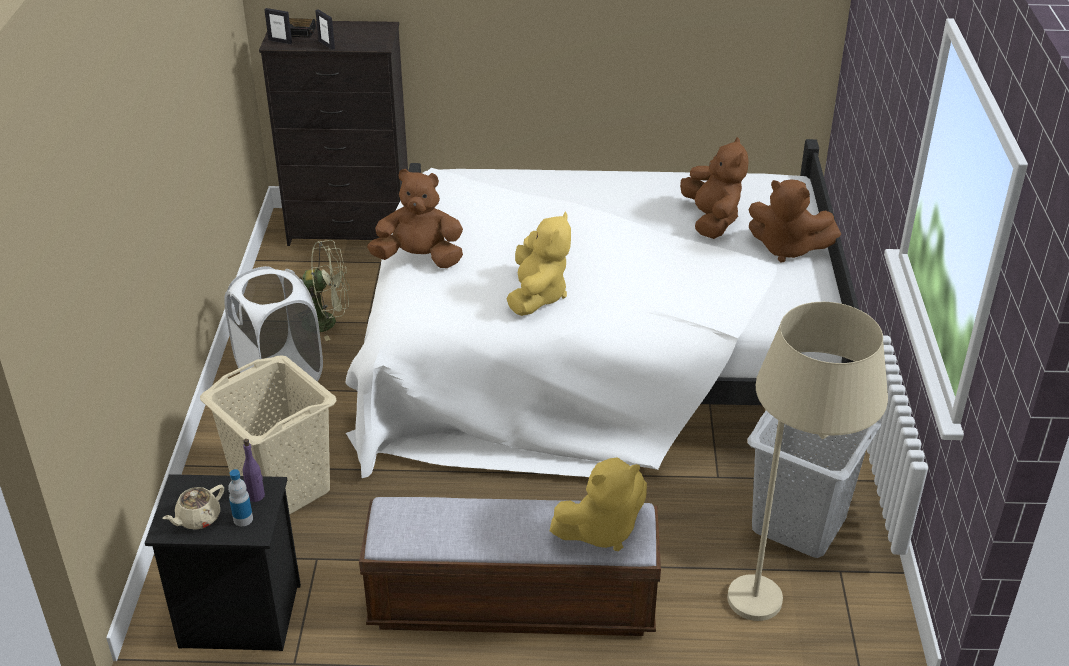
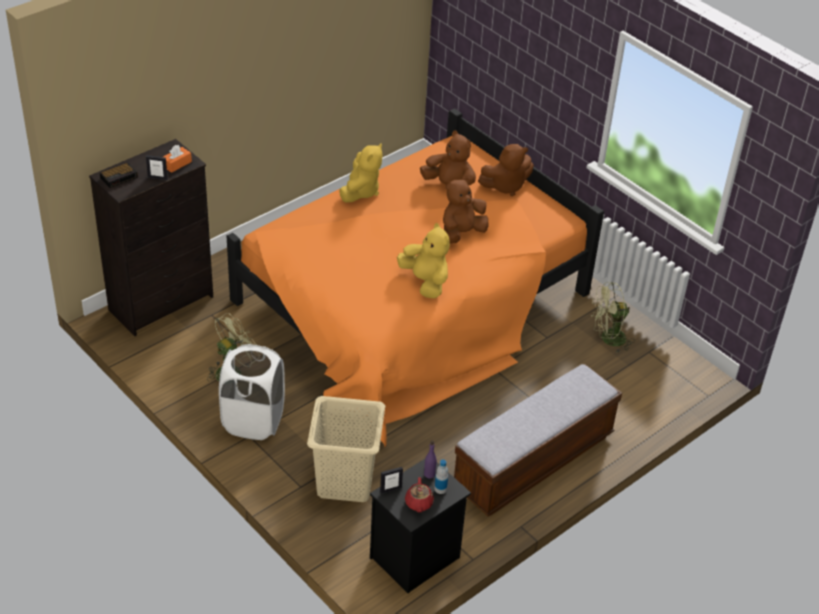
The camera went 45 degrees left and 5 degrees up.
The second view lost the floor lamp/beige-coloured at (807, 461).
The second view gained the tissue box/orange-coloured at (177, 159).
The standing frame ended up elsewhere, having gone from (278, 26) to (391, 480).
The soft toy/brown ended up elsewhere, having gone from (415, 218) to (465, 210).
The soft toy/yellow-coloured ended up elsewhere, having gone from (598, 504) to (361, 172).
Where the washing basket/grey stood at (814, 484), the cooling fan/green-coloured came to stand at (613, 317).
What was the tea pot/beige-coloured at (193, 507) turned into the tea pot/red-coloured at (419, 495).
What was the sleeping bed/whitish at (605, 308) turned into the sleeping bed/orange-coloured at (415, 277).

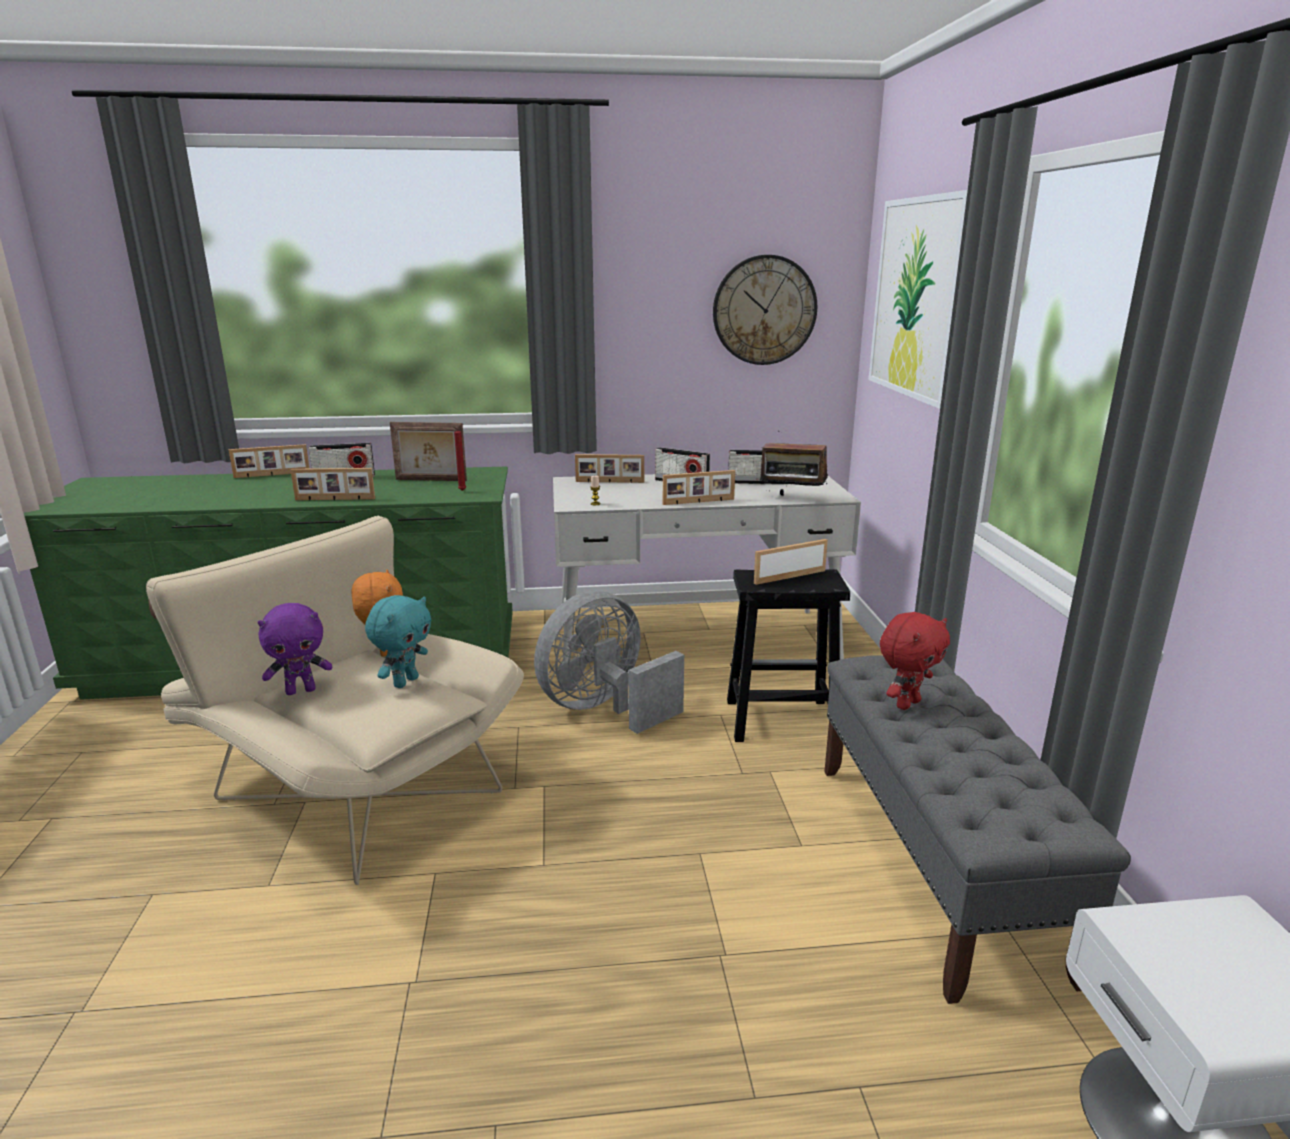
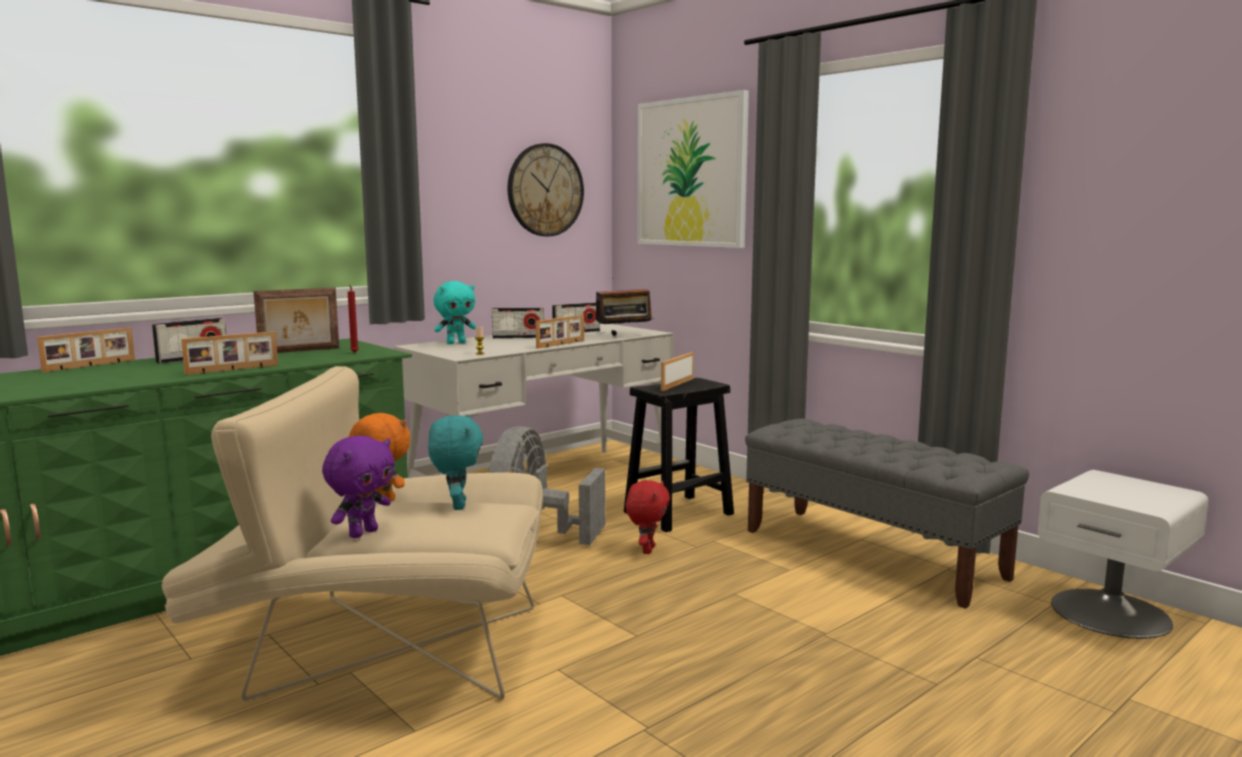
The camera went 35 degrees left and 10 degrees down.
The soft toy/red-coloured ended up elsewhere, having gone from (915, 661) to (648, 517).
Where the standing frame stood at (609, 468), the soft toy/turquoise-coloured came to stand at (455, 312).

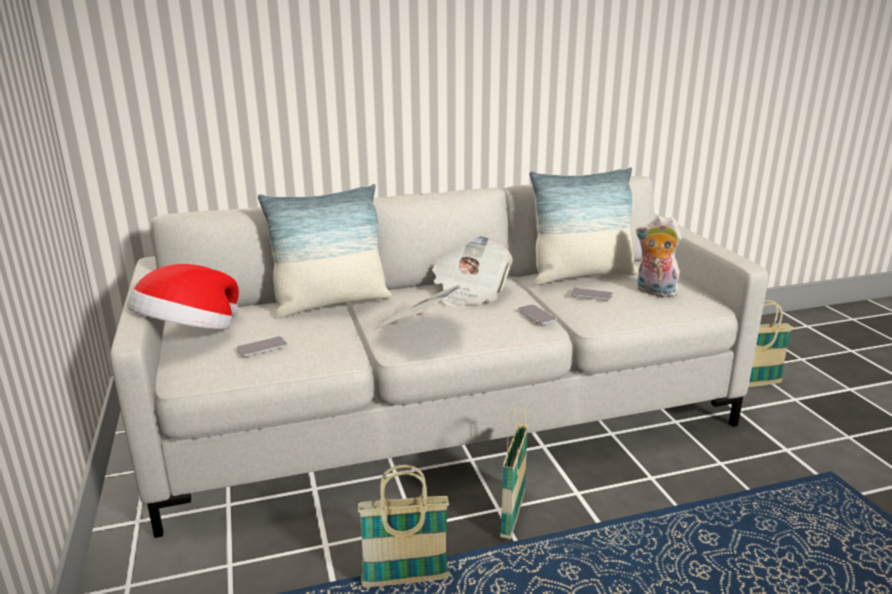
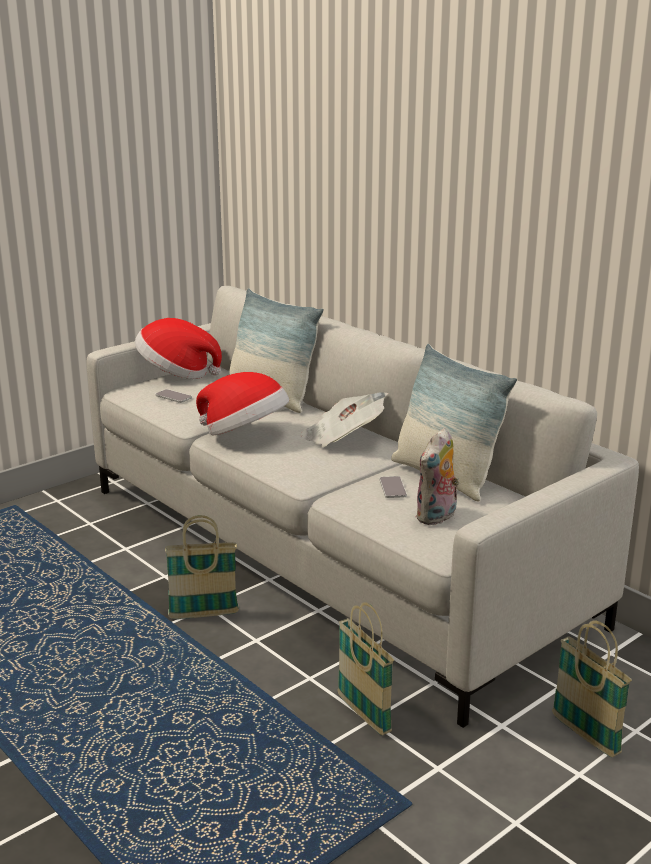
The camera went 65 degrees right and 0 degrees up.
The second view lost the phone at (537, 314).
The storage basket ended up elsewhere, having gone from (403, 526) to (366, 668).
Where the newspaper stood at (415, 308), the hat came to stand at (242, 403).
The soft toy at (659, 256) ended up facing another way, 150 degrees counterclockwise from before.

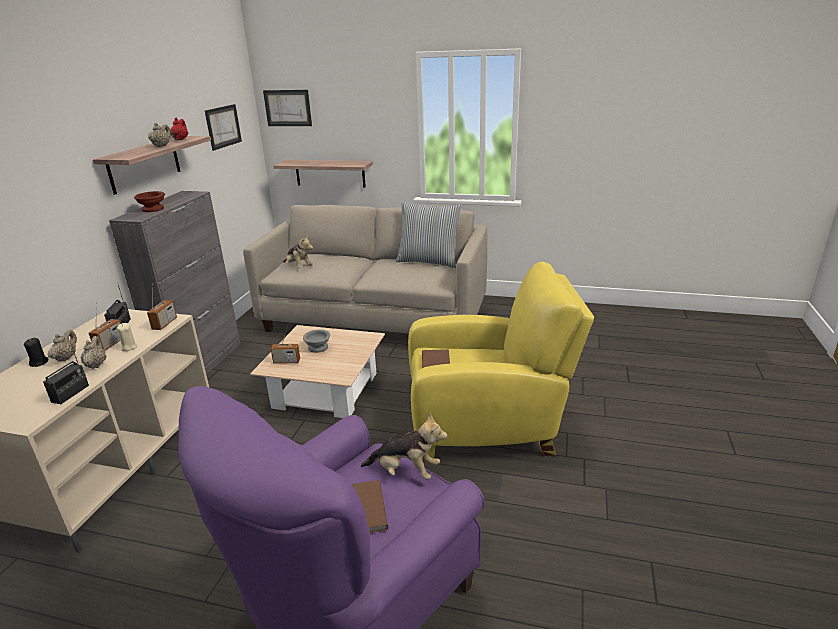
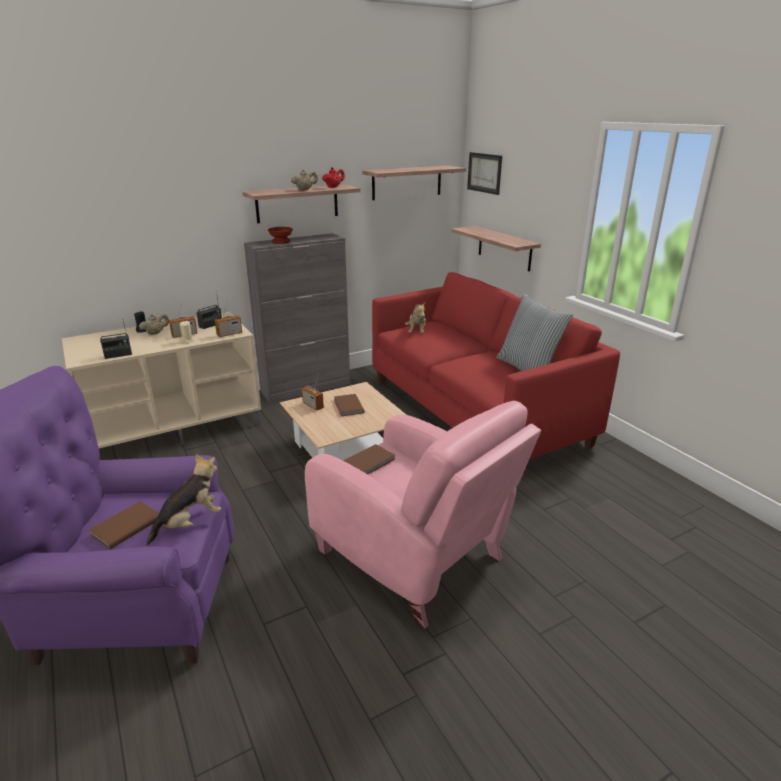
The camera went 45 degrees right and 0 degrees up.
The second view lost the tea pot/beige-coloured at (93, 352).
Where the picture hung at (223, 127), the bracket shelf came to hang at (414, 183).
Where the deep dish/grey stood at (316, 341), the bound book/brown came to stand at (349, 405).
What was the sofa/beige-coloured at (365, 269) turned into the sofa/red-coloured at (496, 365).
What was the armchair/yellow-coloured at (501, 362) turned into the armchair/pink at (423, 514).
The soft toy at (404, 445) ended up facing another way, 105 degrees counterclockwise from before.

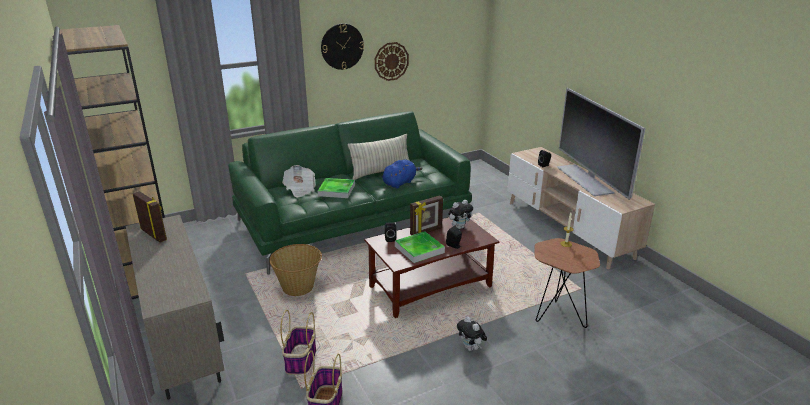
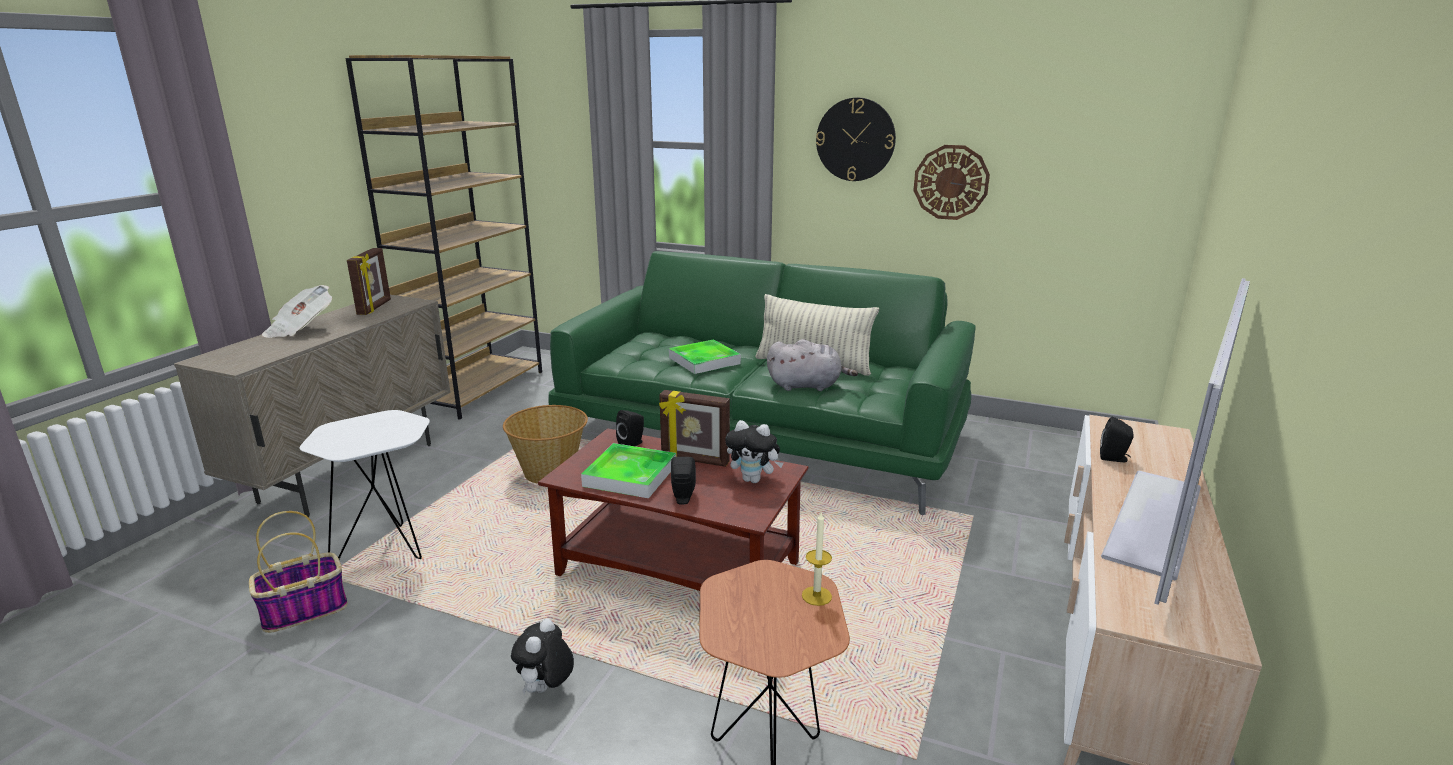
The camera went 50 degrees right and 5 degrees down.
The newspaper ended up elsewhere, having gone from (298, 181) to (297, 311).
Where the storage basket stood at (298, 342), the accent table/whitish came to stand at (365, 484).
What was the soft toy/blue-coloured at (402, 174) turned into the soft toy/grey at (812, 365).

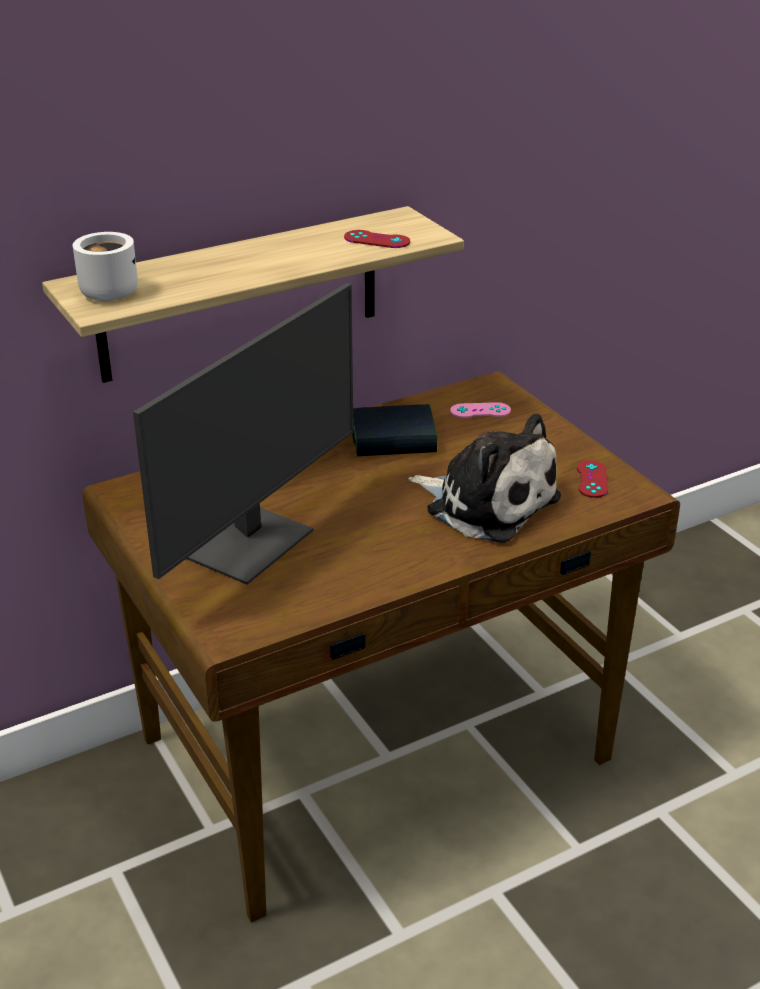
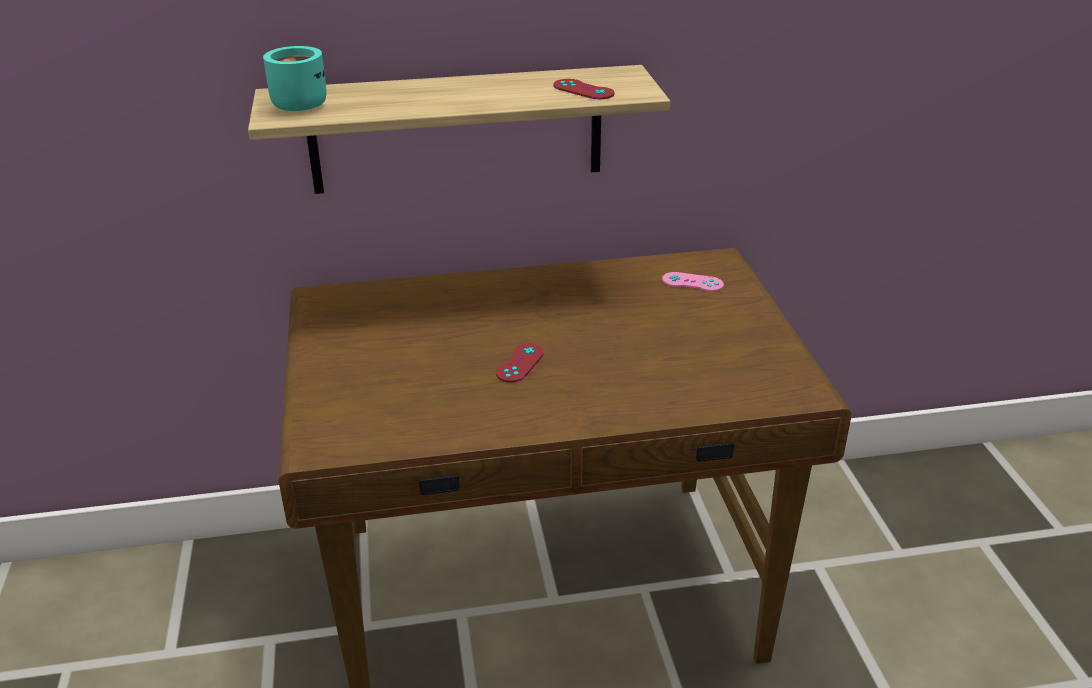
The camera went 20 degrees right and 0 degrees up.
The second view lost the monitor at (243, 434).
The second view lost the bound book at (394, 430).
The second view lost the soft toy at (484, 478).
The game controller/red-coloured ended up elsewhere, having gone from (592, 479) to (520, 362).
What was the coffee mug/whitish at (105, 266) turned into the coffee mug/turquoise-coloured at (295, 78).

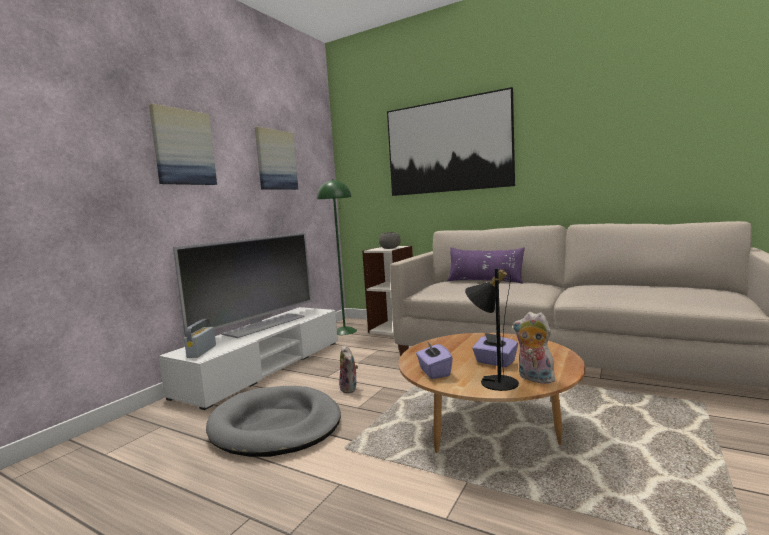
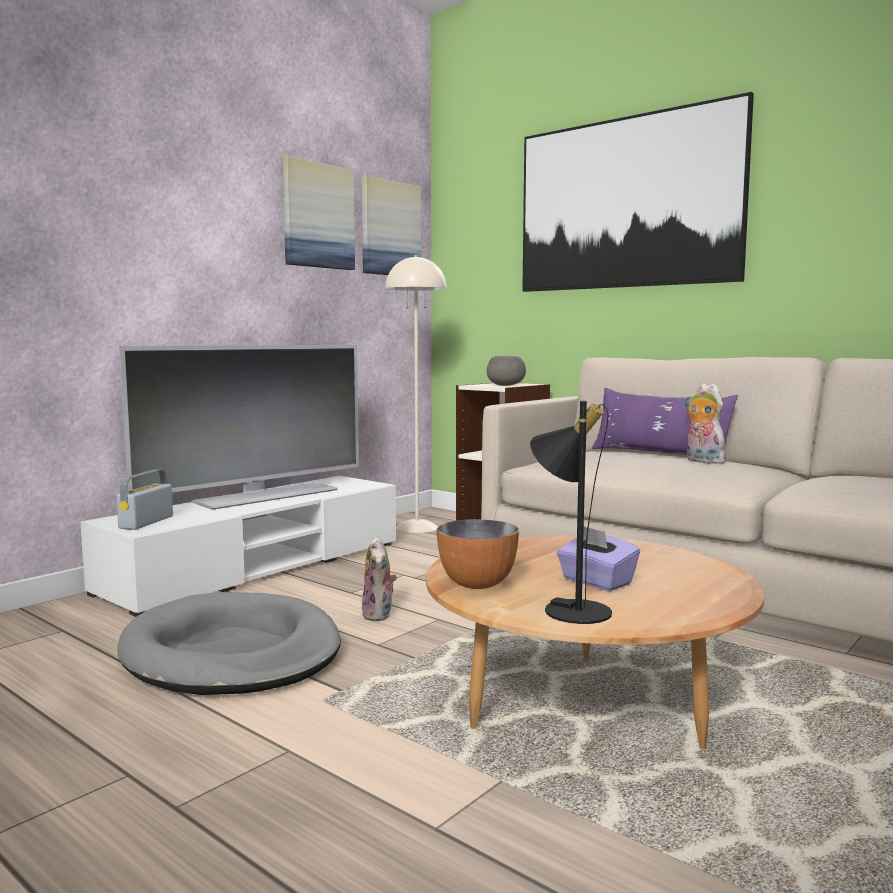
The camera went 10 degrees right and 0 degrees up.
The picture ended up elsewhere, having gone from (183, 144) to (391, 225).
The soft toy ended up elsewhere, having gone from (535, 348) to (706, 424).
Where the tissue box/purple stood at (434, 360), the deep dish came to stand at (478, 554).
What was the floor lamp/green-coloured at (337, 257) turned into the floor lamp/beige-coloured at (416, 394).

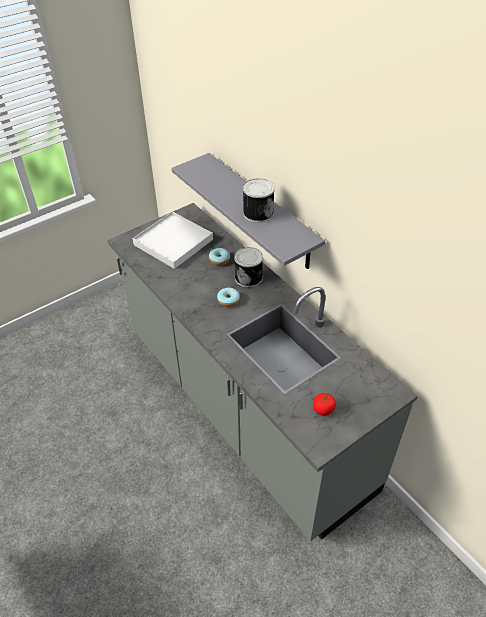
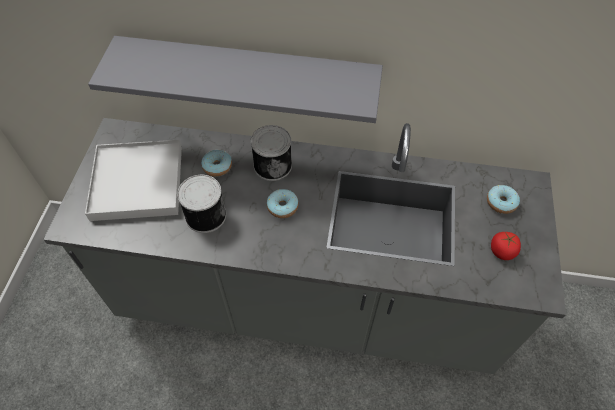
The camera went 45 degrees left and 10 degrees up.
The second view gained the ring doughnut at (503, 199).
The sealed can ended up elsewhere, having gone from (259, 200) to (201, 204).

